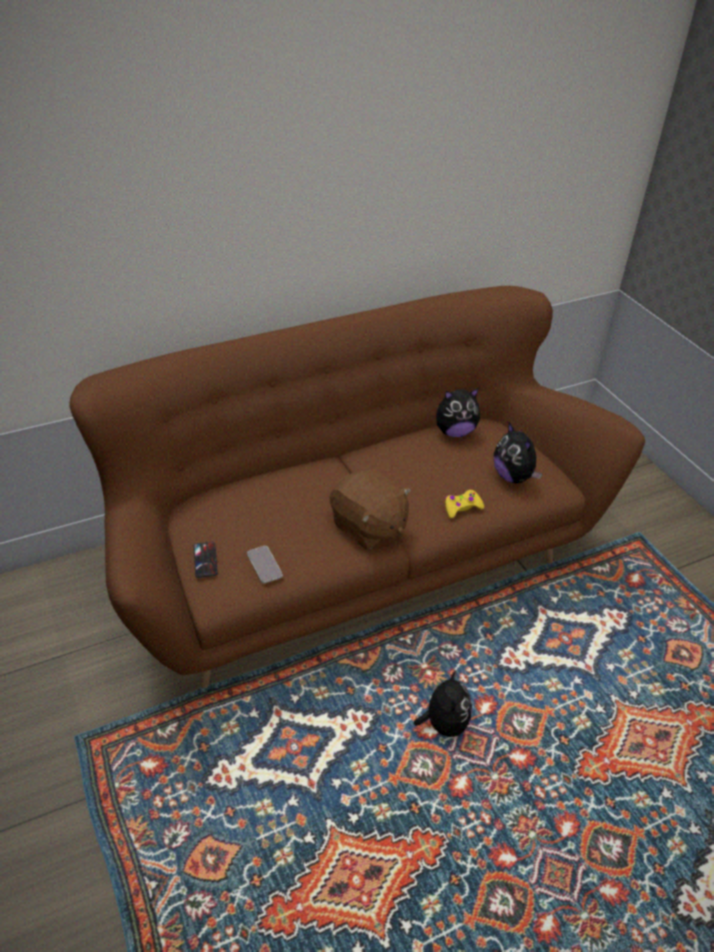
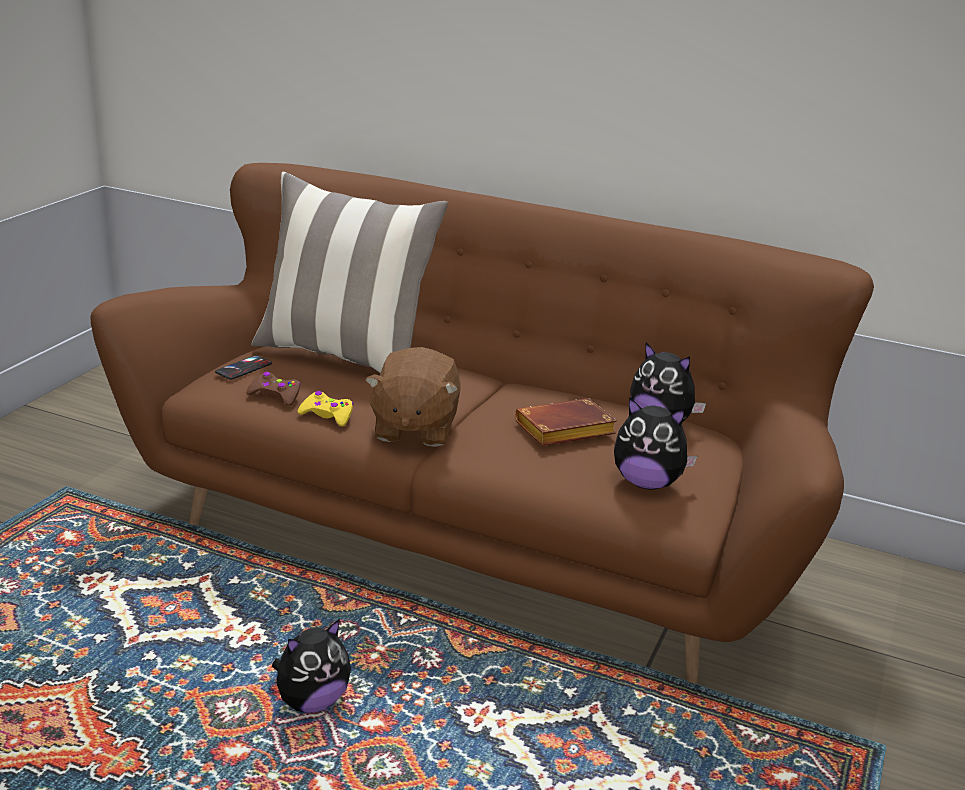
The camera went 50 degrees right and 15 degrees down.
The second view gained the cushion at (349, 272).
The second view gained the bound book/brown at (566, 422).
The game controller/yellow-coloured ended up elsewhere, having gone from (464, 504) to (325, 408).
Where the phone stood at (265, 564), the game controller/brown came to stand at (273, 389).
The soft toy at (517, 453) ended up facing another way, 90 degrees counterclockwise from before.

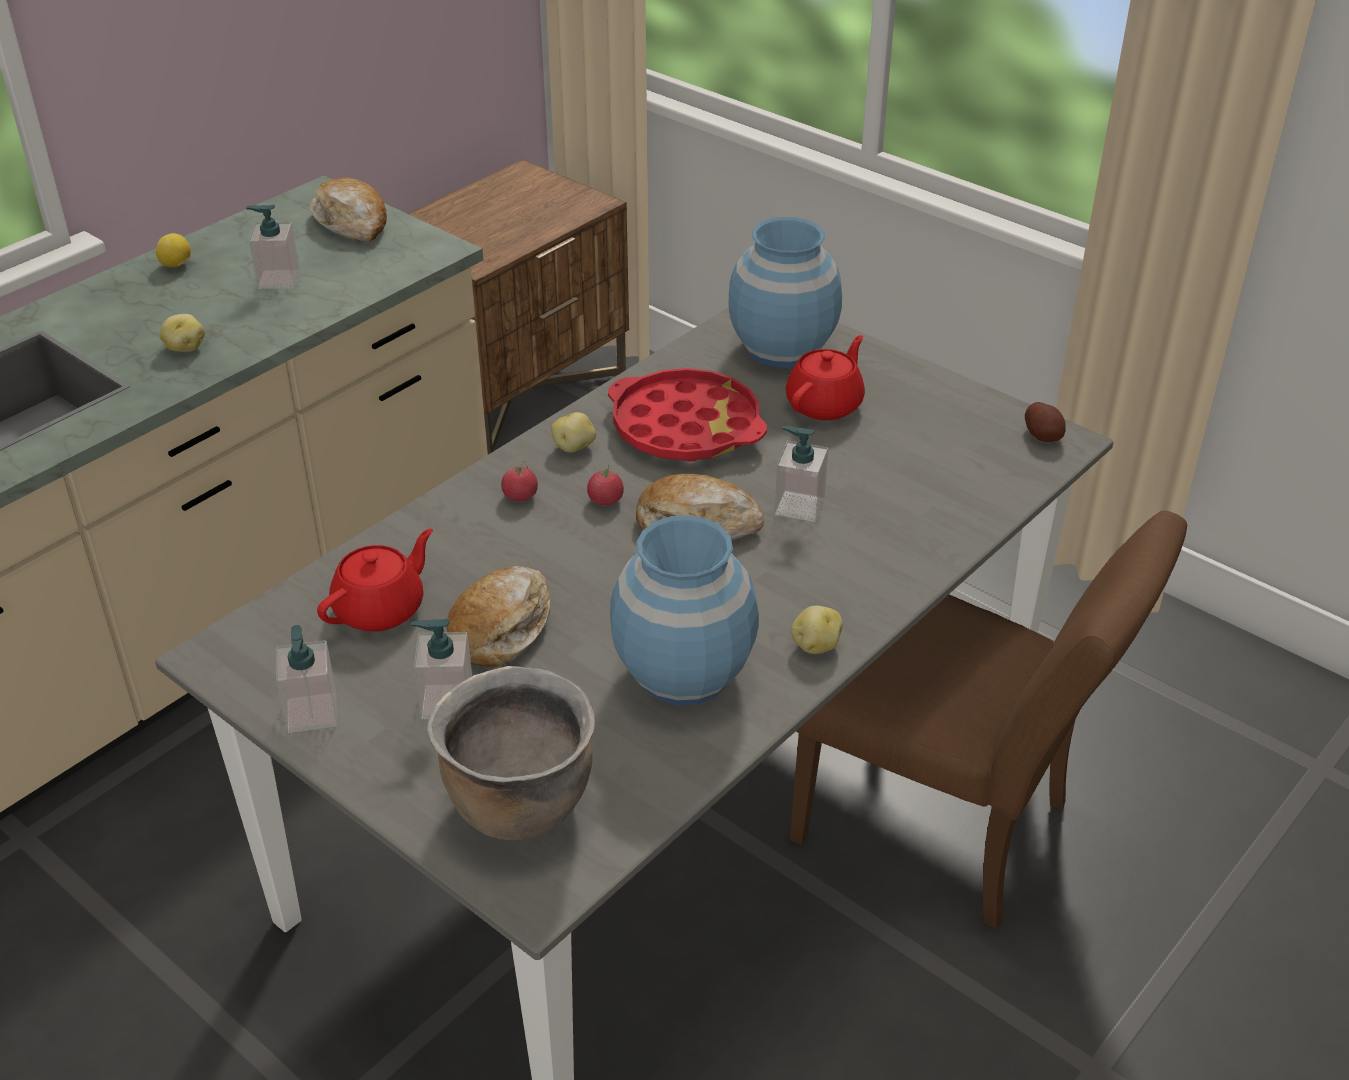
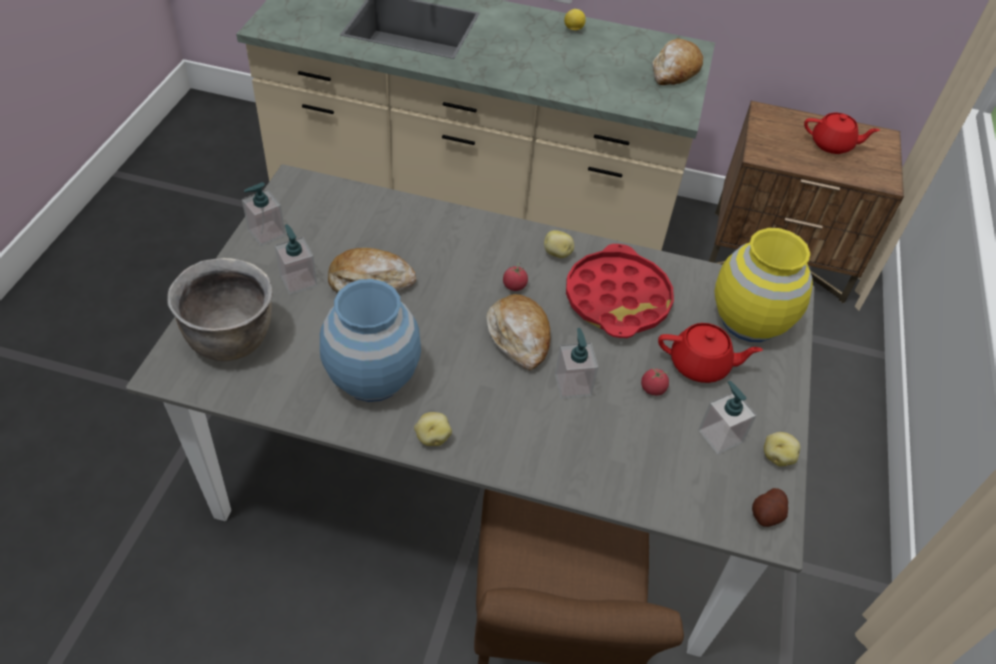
The camera went 60 degrees right and 10 degrees up.
The potato ended up elsewhere, having gone from (182, 333) to (782, 449).
The soap dispenser ended up elsewhere, having gone from (273, 247) to (727, 418).
The tea pot/red-coloured ended up elsewhere, having gone from (375, 580) to (842, 133).
The whole tomato ended up elsewhere, having gone from (519, 481) to (655, 382).
What was the decorative vase/blue-coloured at (785, 292) turned into the decorative vase/yellow-coloured at (764, 285).

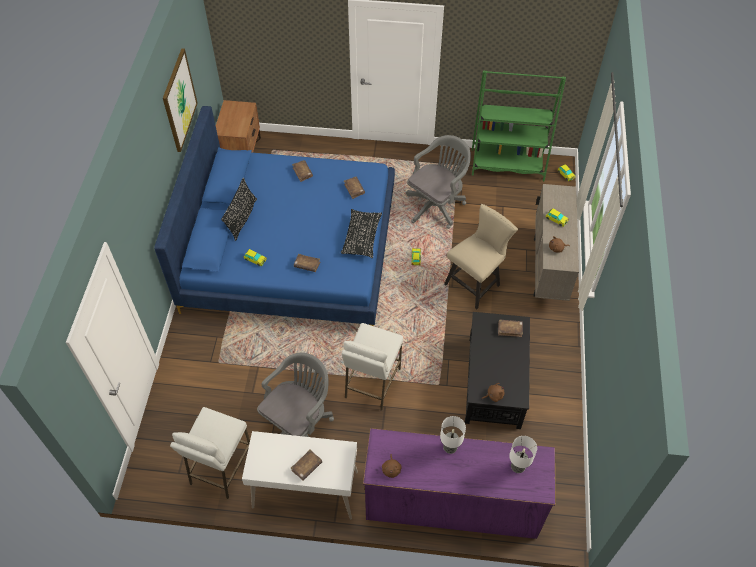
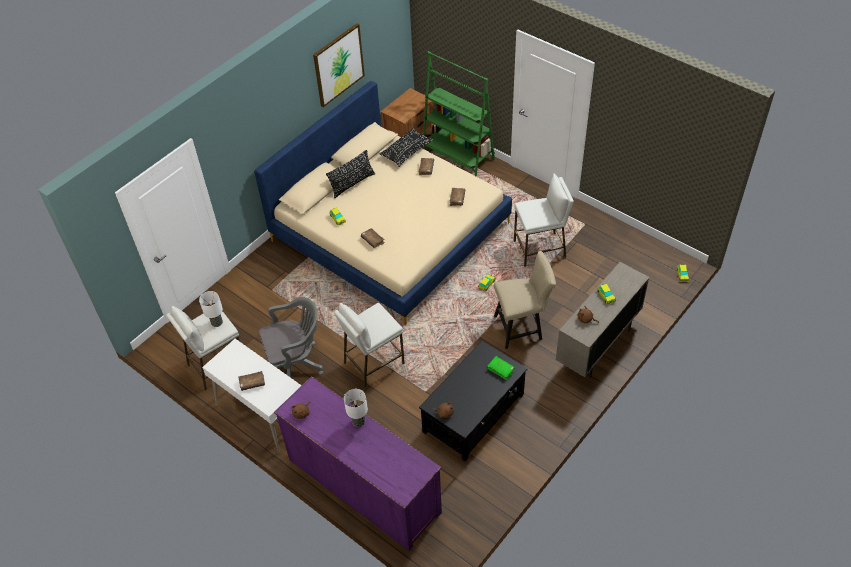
The camera went 35 degrees right and 5 degrees down.
The cushion/black ended up elsewhere, having gone from (361, 233) to (406, 147).
The bookcase/green-coloured ended up elsewhere, having gone from (519, 125) to (458, 114).
The tabletop lamp ended up elsewhere, having gone from (523, 454) to (211, 309).
Where the desk chair/grey stood at (438, 182), the stool/whitish came to stand at (544, 220).
What was the sleeping bed/blue-coloured at (274, 216) turned into the sleeping bed/beige-coloured at (383, 203).
What was the bound book/brown at (510, 328) turned into the bound book/green-coloured at (501, 368).

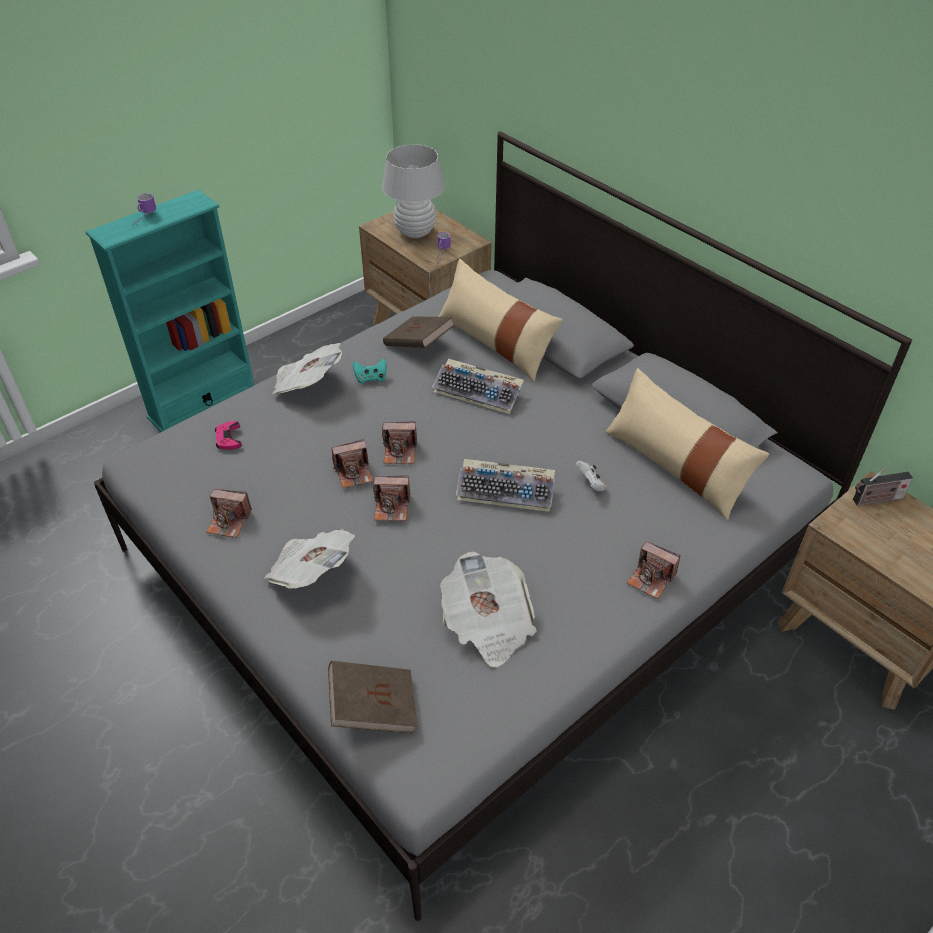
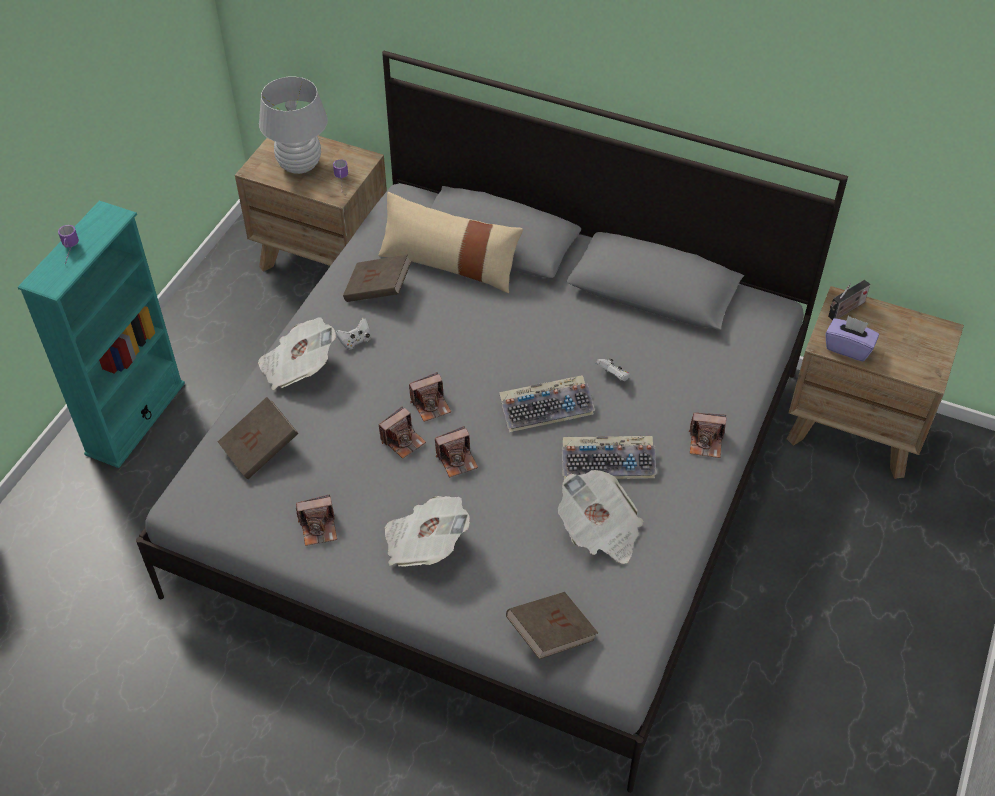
The camera went 25 degrees left and 5 degrees up.
The second view lost the cushion/beige-coloured at (687, 444).
The second view gained the tissue box/purple at (852, 339).
The keyboard ended up elsewhere, having gone from (478, 386) to (609, 458).
Where the game controller/pink stood at (228, 435), the bound book/brown came to stand at (258, 438).
What was the game controller/turquoise-coloured at (370, 371) turned into the game controller/whitish at (353, 334).

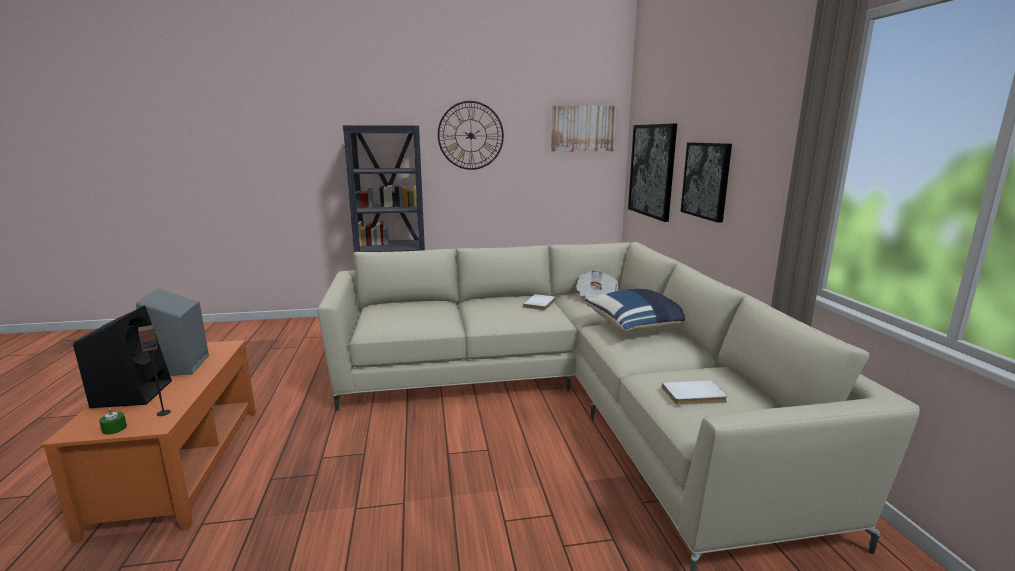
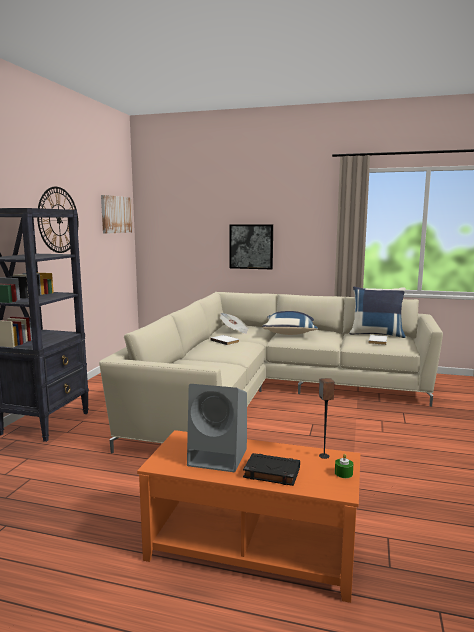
The camera went 65 degrees left and 5 degrees down.
The second view lost the picture at (652, 172).
The second view gained the cushion/blue-coloured at (377, 312).
Where the speaker/black stood at (122, 357), the bound book/black came to stand at (271, 469).

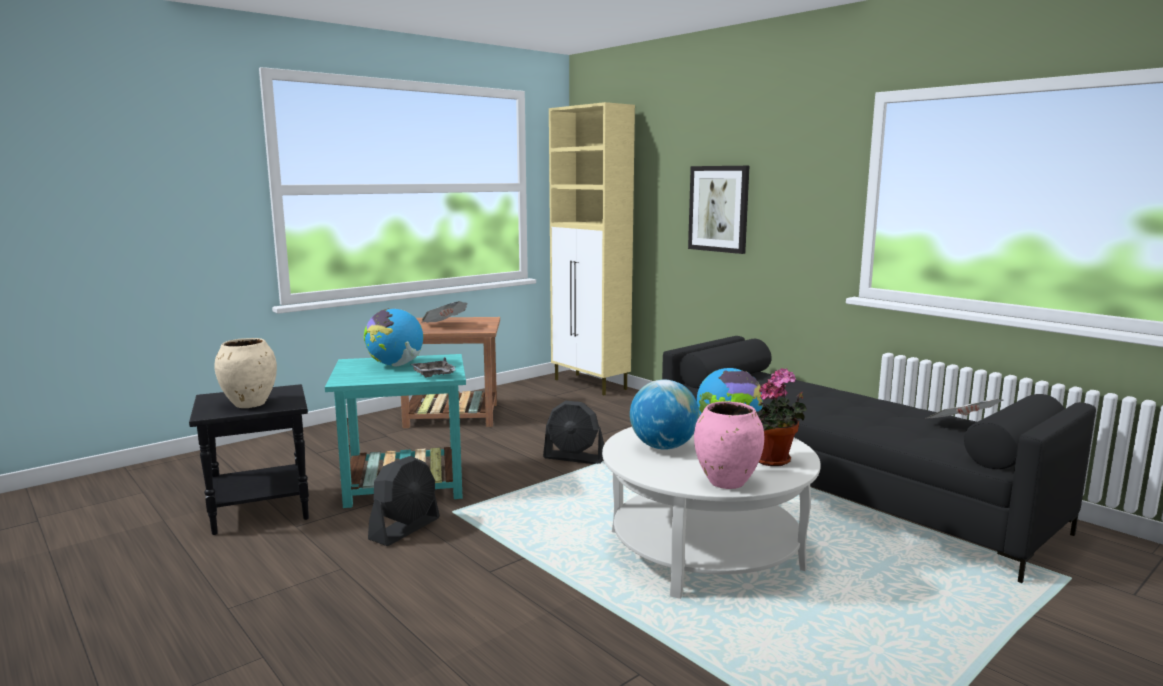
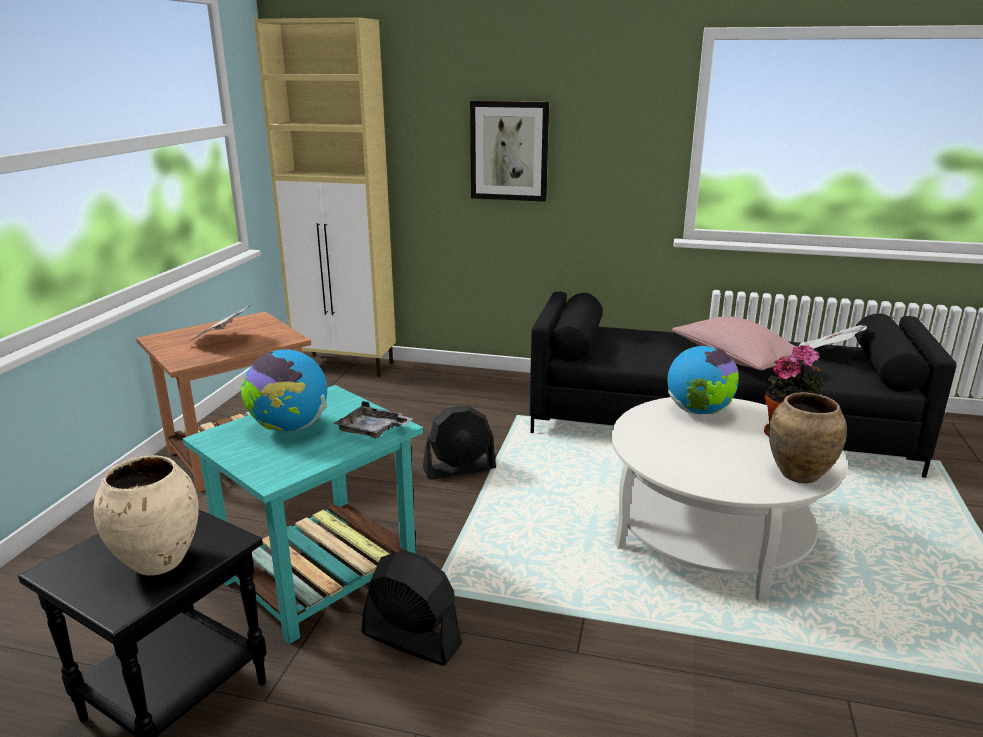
The camera went 35 degrees left and 10 degrees up.
The second view lost the globe at (664, 415).
The second view gained the cushion/pink at (736, 343).
What was the decorative vase/pink at (729, 445) turned into the decorative vase/brown at (808, 438).
The cooling fan/black at (404, 501) ended up facing another way, 60 degrees counterclockwise from before.

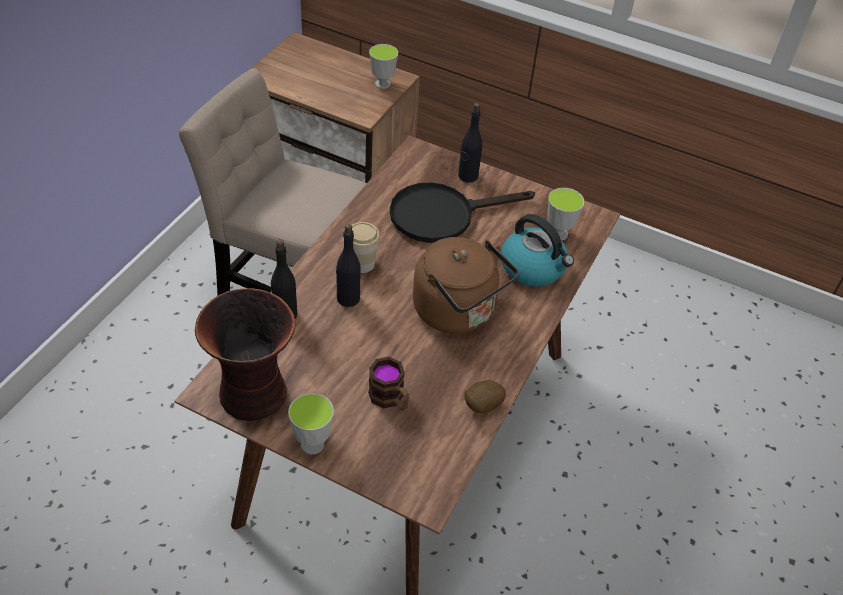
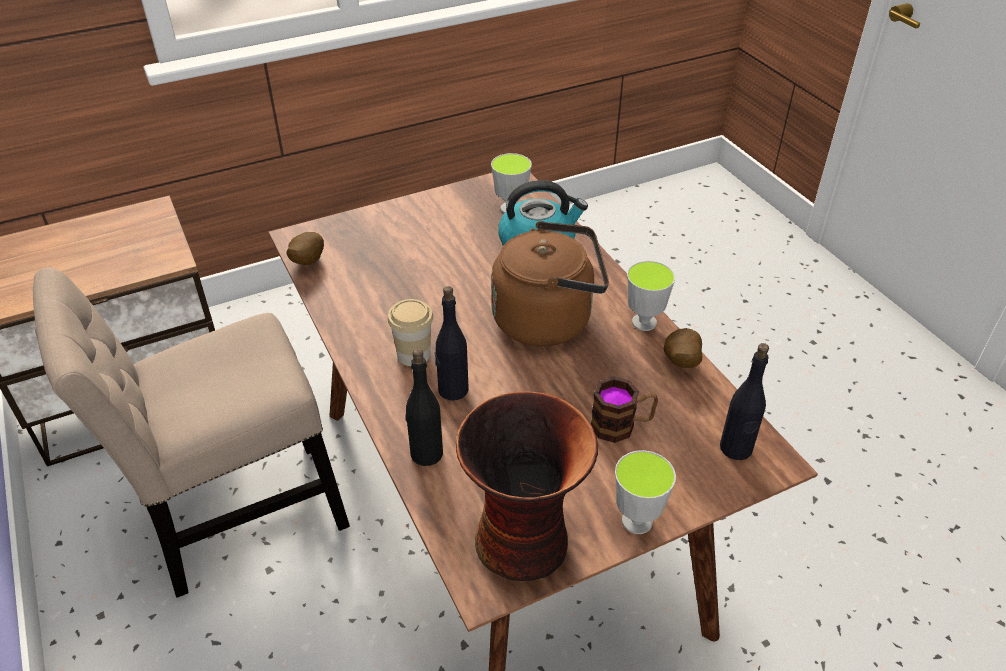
The camera went 50 degrees left and 5 degrees down.
The second view lost the pan/black at (462, 212).
The second view gained the potato at (305, 248).
The cup ended up elsewhere, having gone from (383, 66) to (651, 296).
The drink bottle/black ended up elsewhere, having gone from (470, 143) to (744, 401).

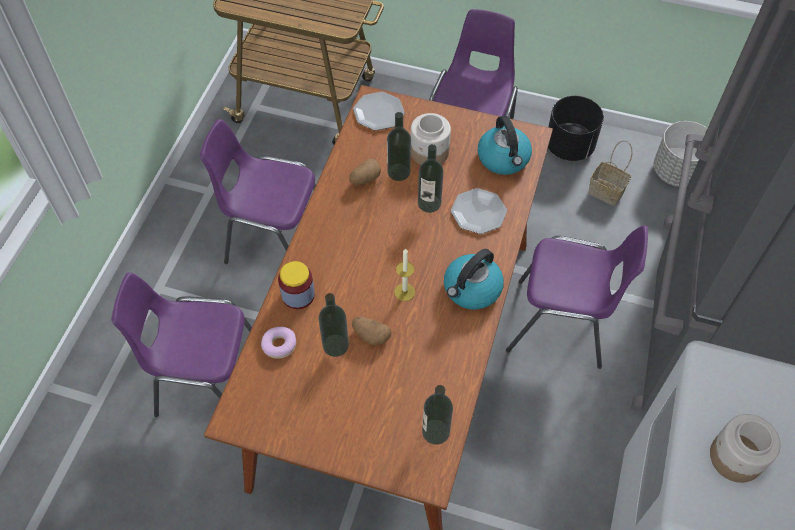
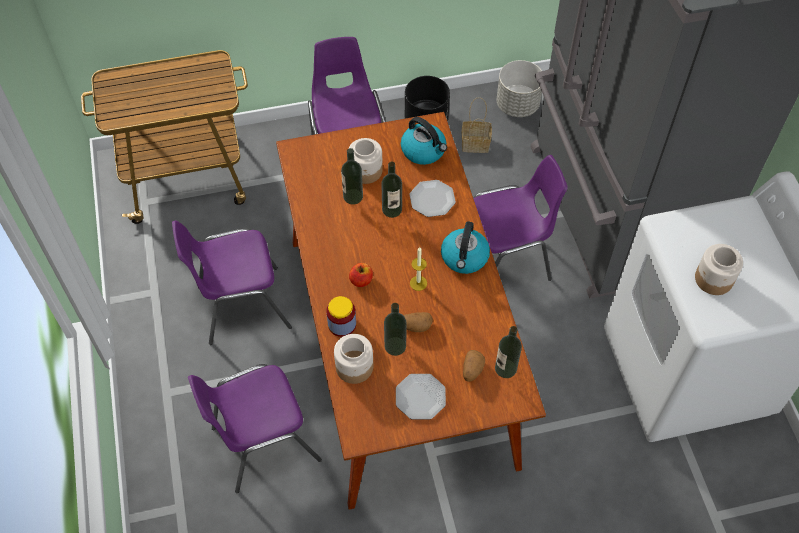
The camera went 30 degrees left and 0 degrees up.
The second view gained the apple at (361, 275).
The potato ended up elsewhere, having gone from (365, 172) to (474, 366).
The plate ended up elsewhere, having gone from (379, 111) to (421, 396).
Where the ring doughnut stood at (278, 343), the jar came to stand at (353, 359).

